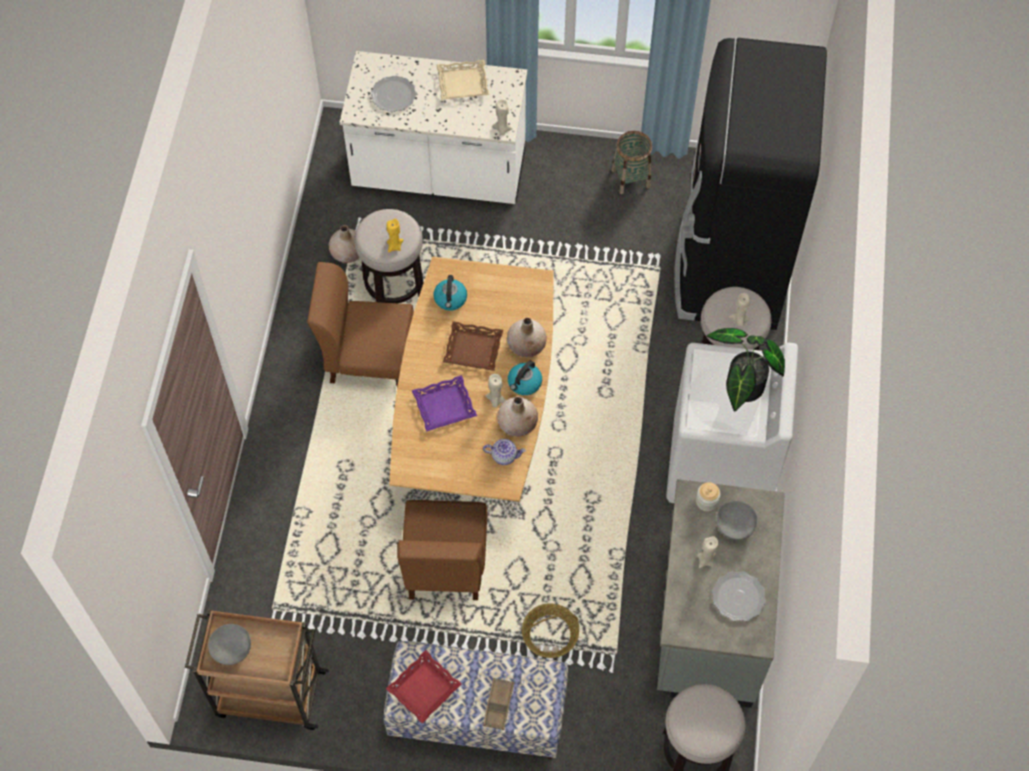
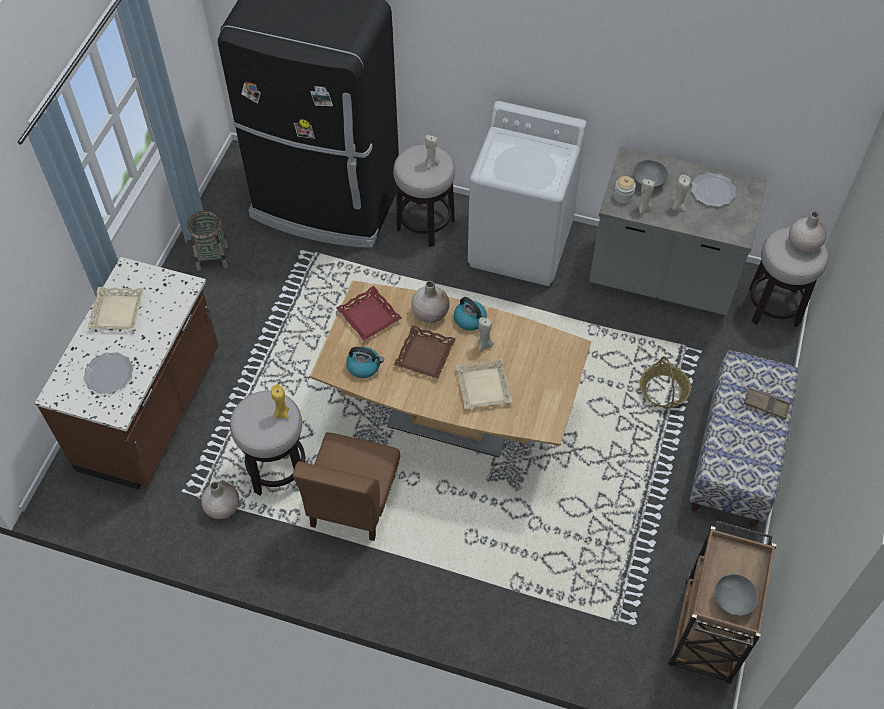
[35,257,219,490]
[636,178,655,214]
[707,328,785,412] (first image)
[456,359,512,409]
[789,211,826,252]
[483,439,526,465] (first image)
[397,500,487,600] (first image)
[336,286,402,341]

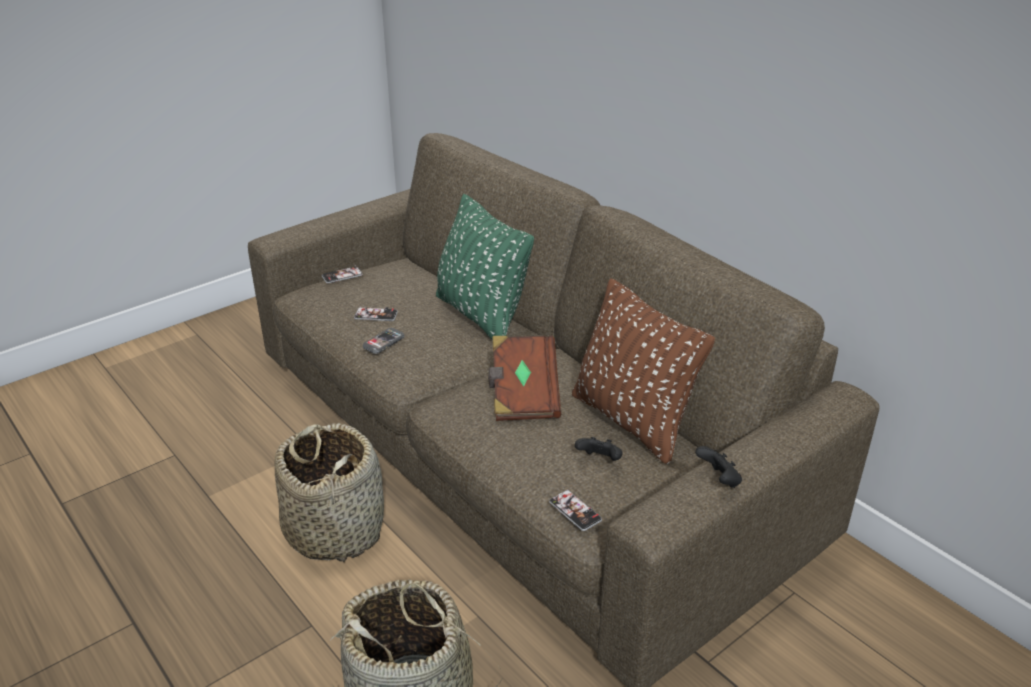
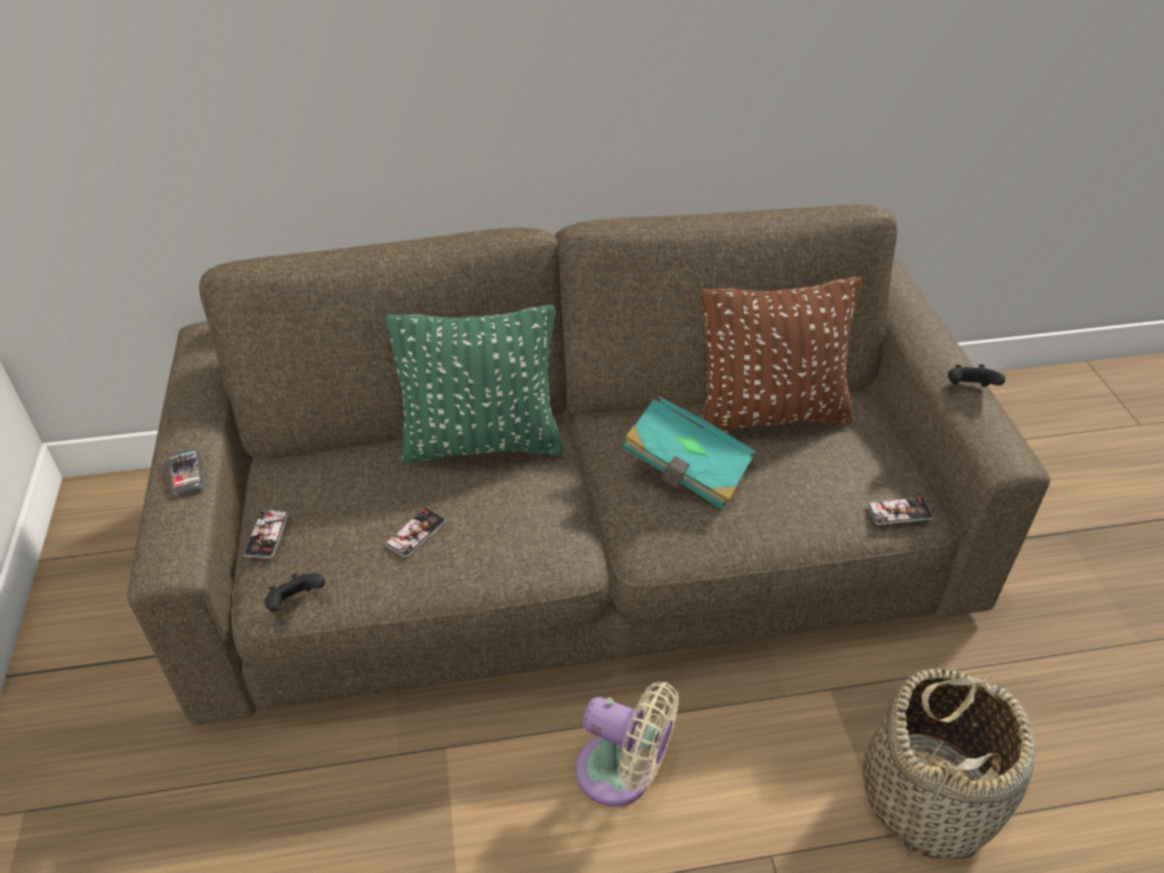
[167,447,205,496]
[621,392,756,510]
[576,681,679,806]
[265,573,325,612]

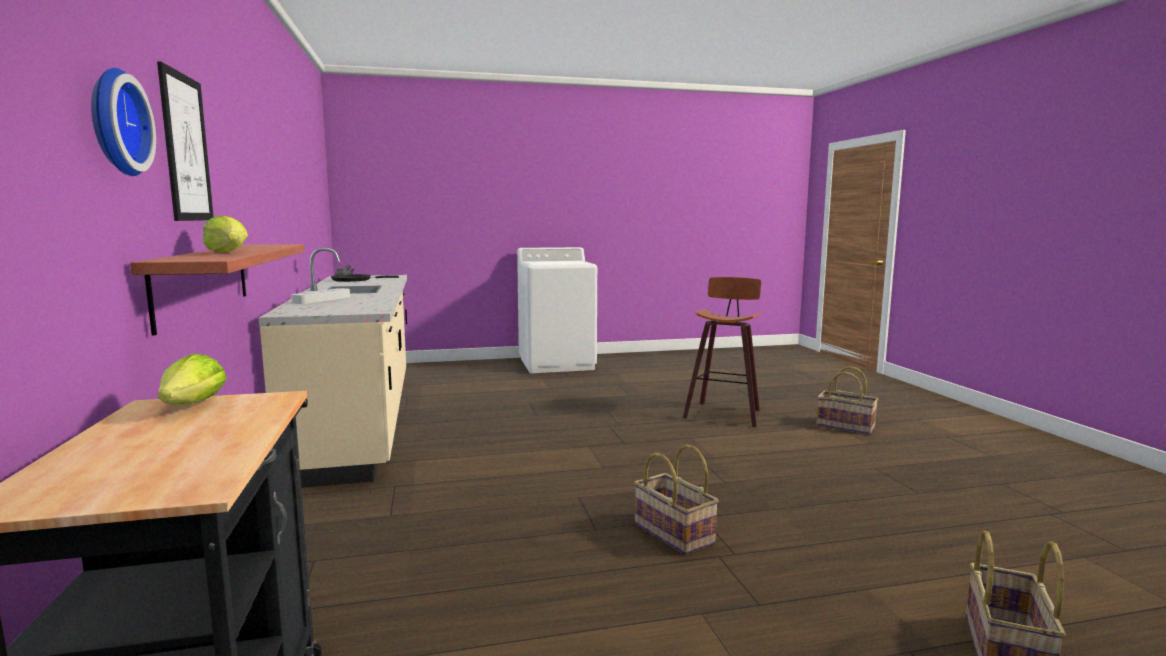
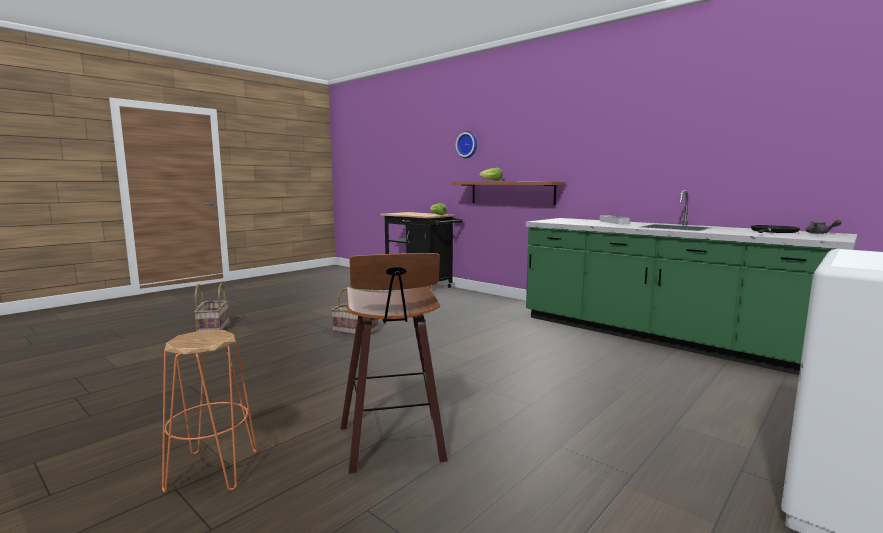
[157,61,214,221] (first image)
[525,190,857,375]
[162,330,257,492]

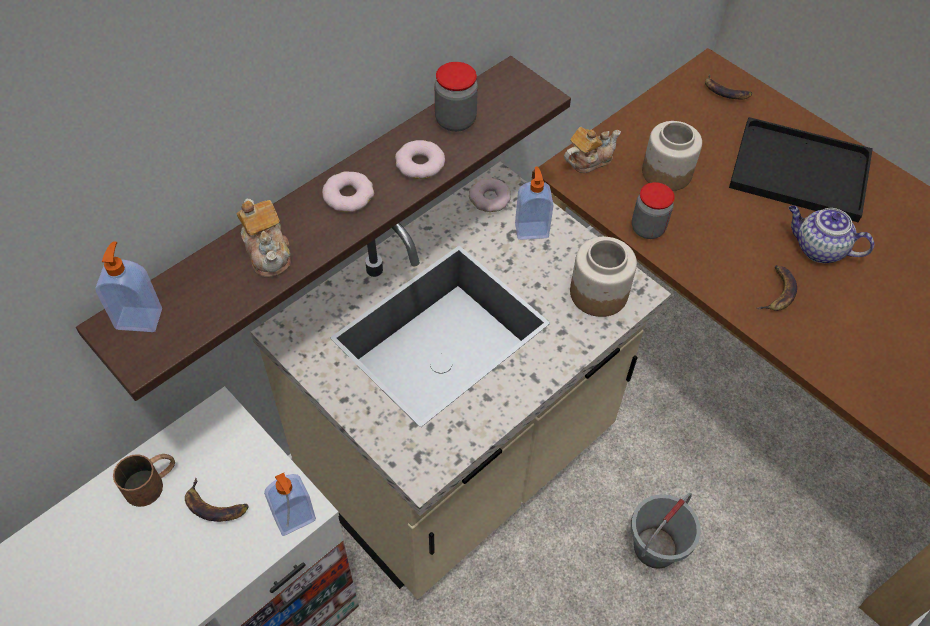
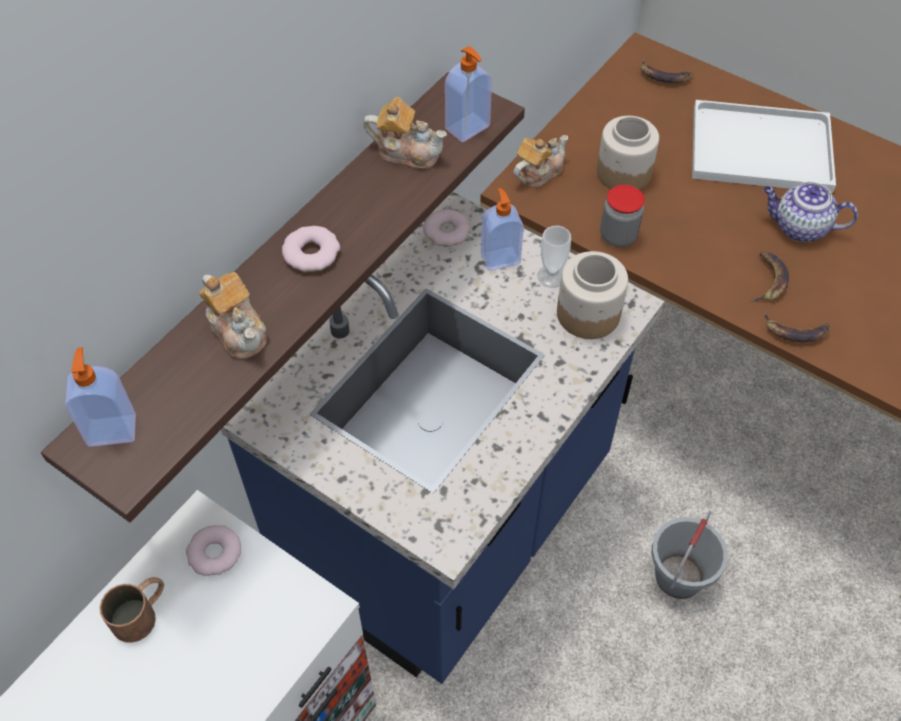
[363,97,447,169]
[692,100,836,193]
[186,525,241,576]
[221,192,664,684]
[445,46,492,142]
[764,312,830,342]
[537,226,571,288]

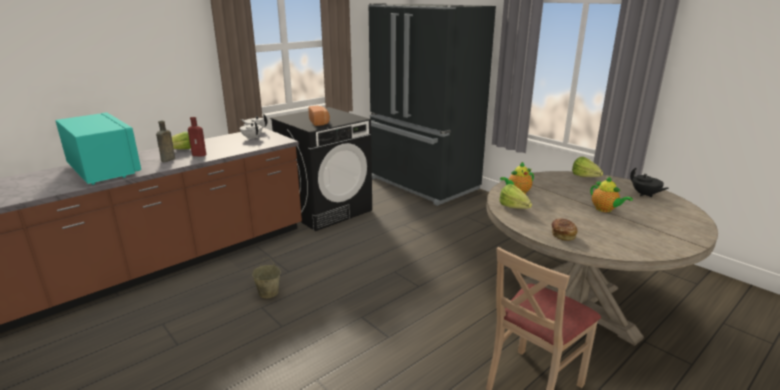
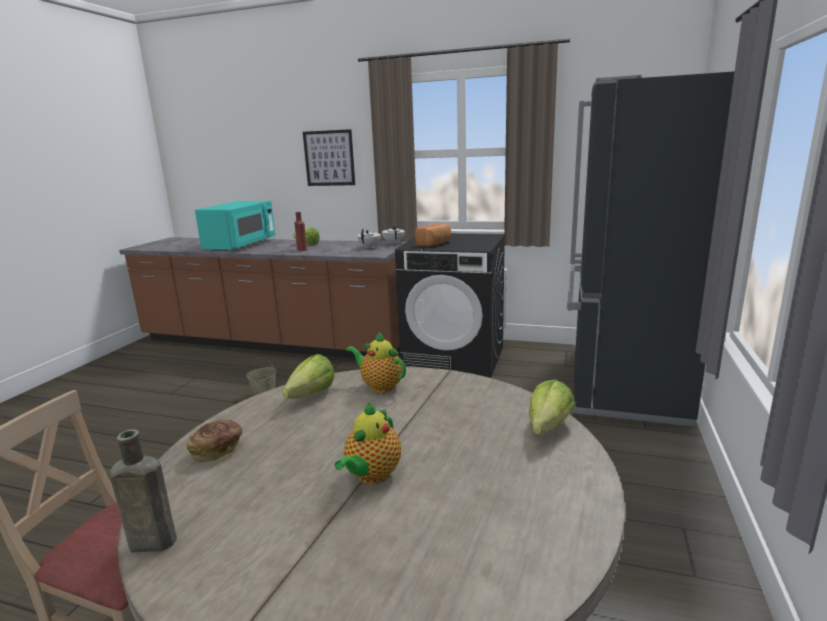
[109,429,177,552]
[630,168,669,197] (first image)
[303,129,355,186]

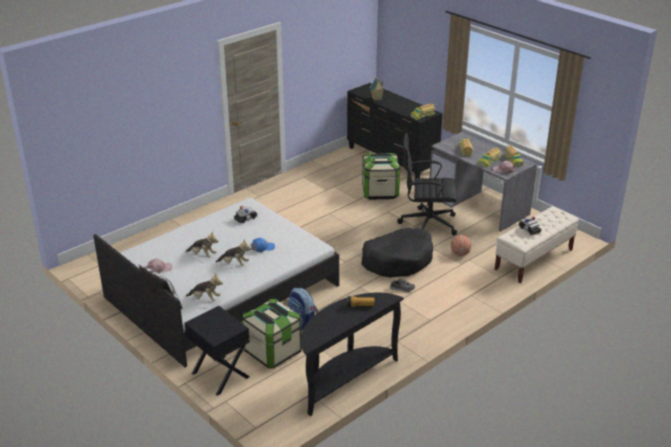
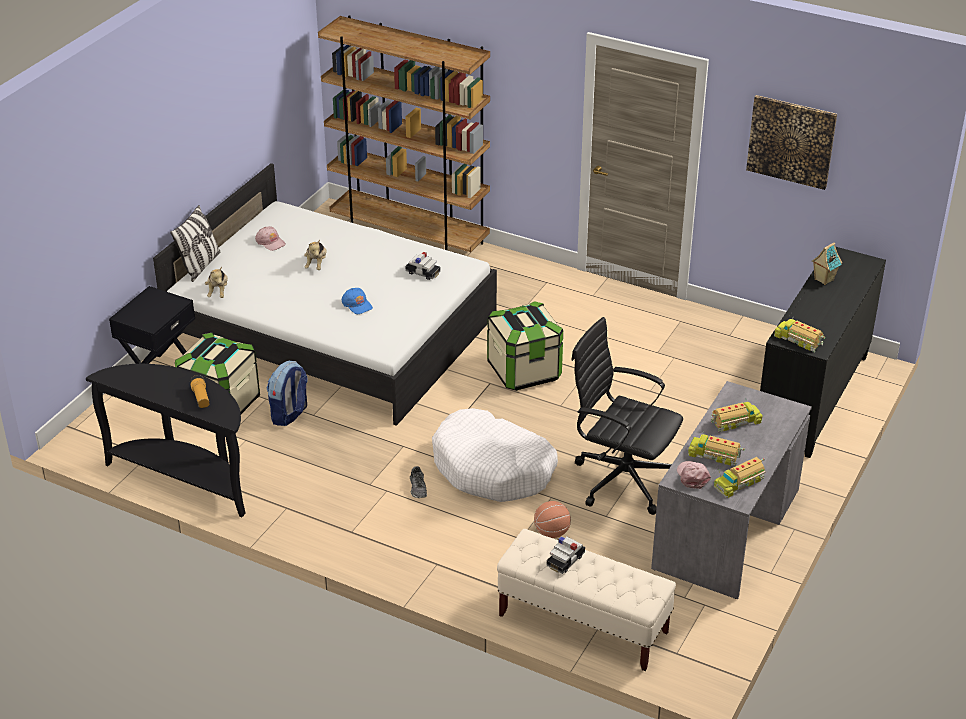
[571,317,683,515]
[487,301,563,391]
[432,408,558,502]
[216,239,251,266] (first image)
[318,15,490,252]
[746,95,837,190]

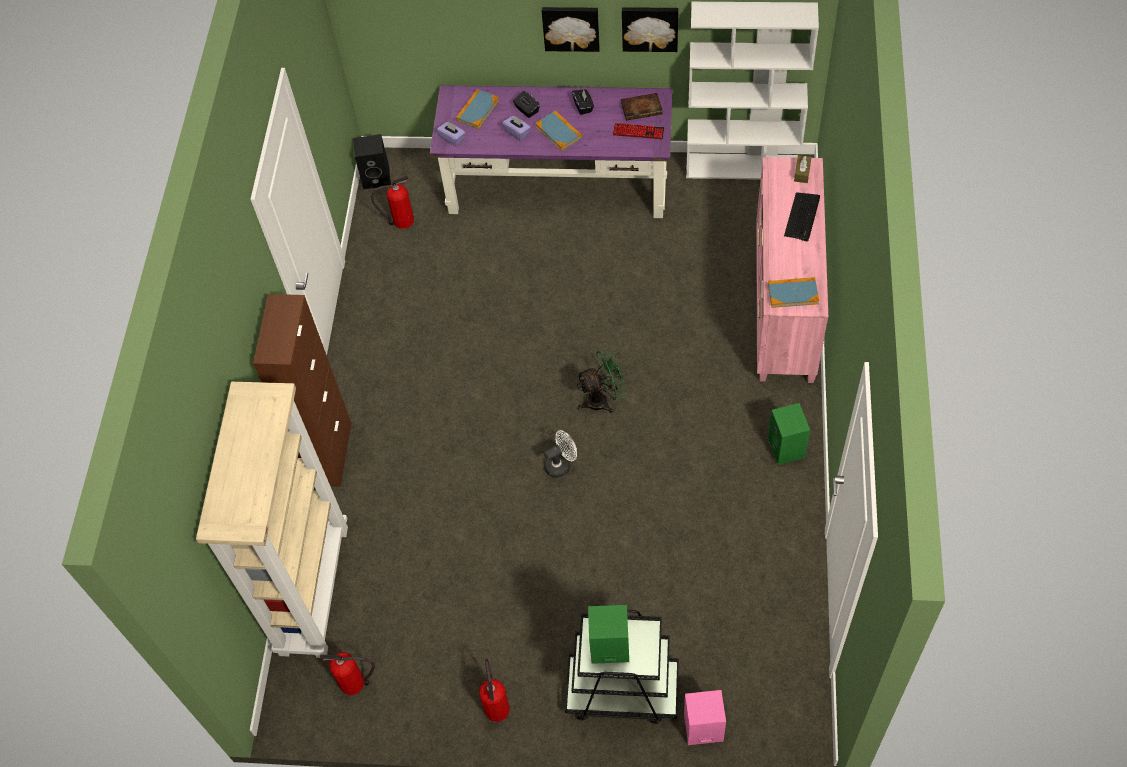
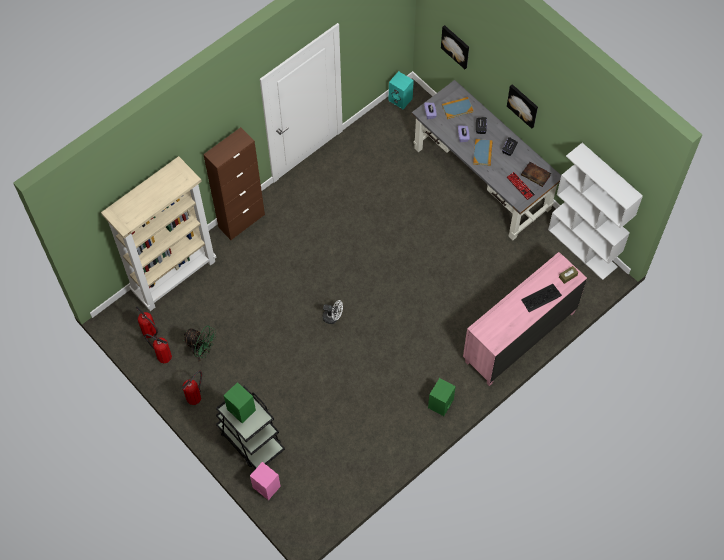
[441,25,469,69]
[412,80,561,240]
[389,71,414,109]
[144,334,172,363]
[768,277,819,308] (first image)
[183,325,216,361]

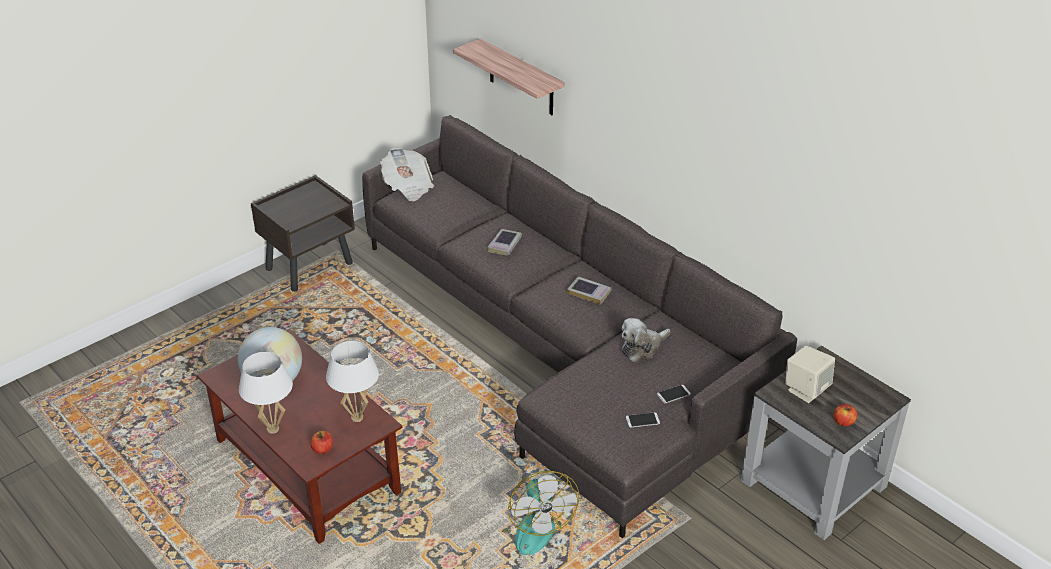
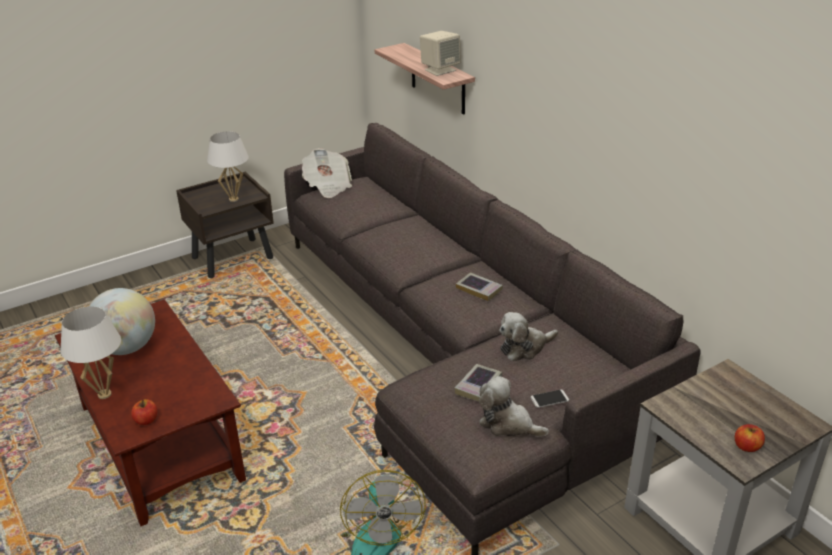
[455,364,502,401]
[207,132,249,202]
[420,31,461,76]
[479,376,549,437]

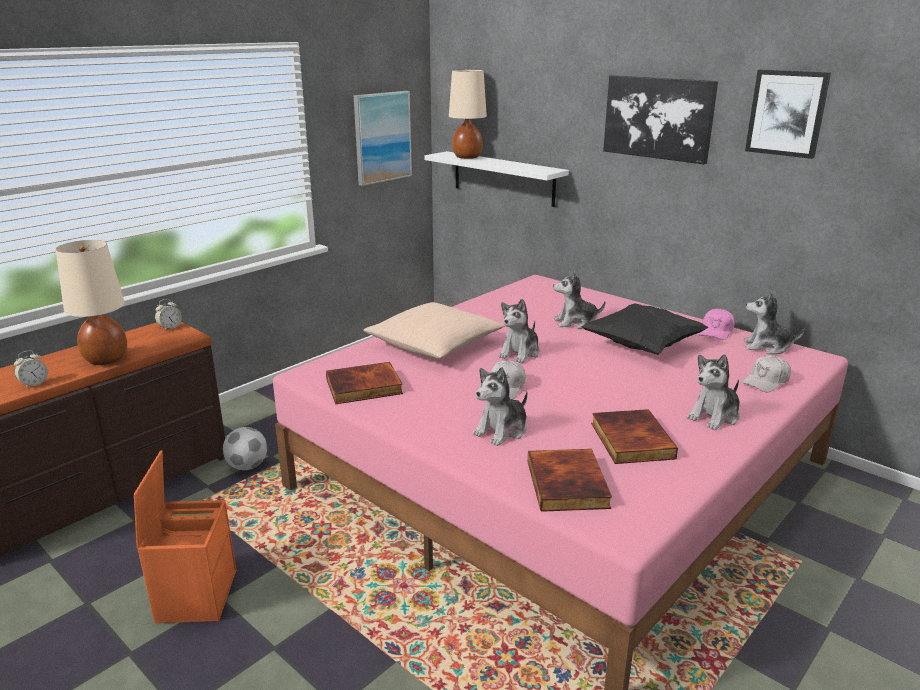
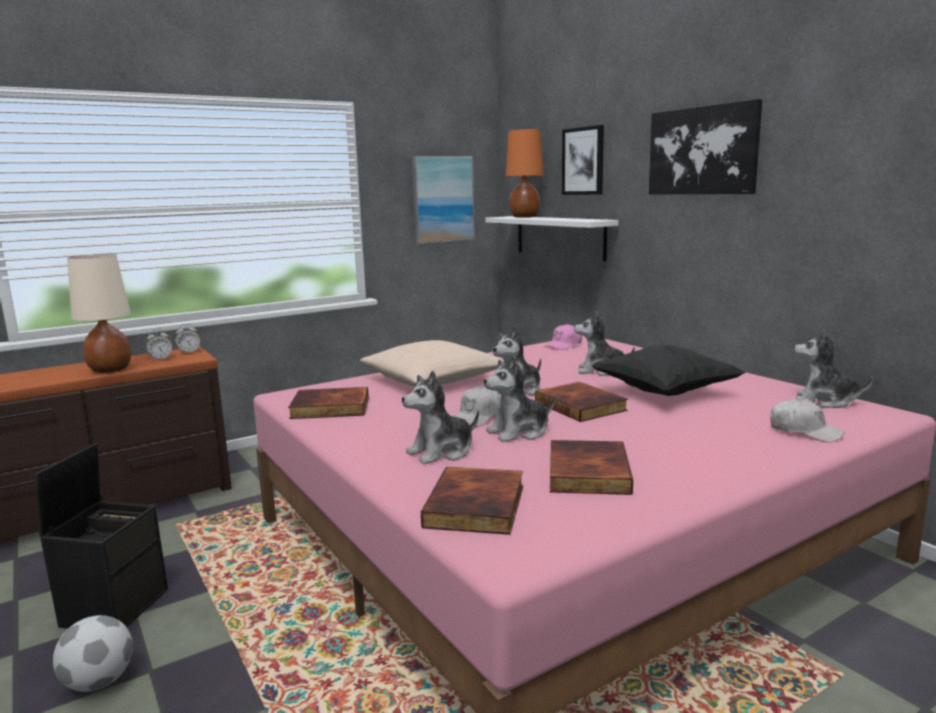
[506,129,544,218]
[562,125,604,195]
[544,324,582,350]
[146,329,172,361]
[484,355,555,442]
[770,398,845,442]
[53,615,133,692]
[35,443,168,629]
[535,382,628,422]

